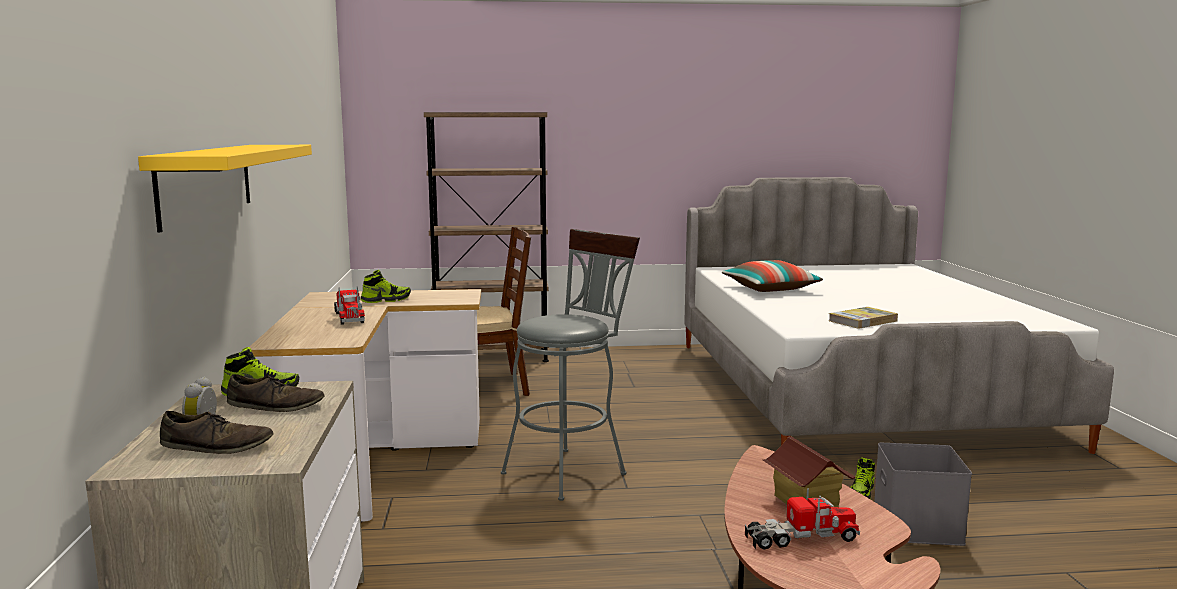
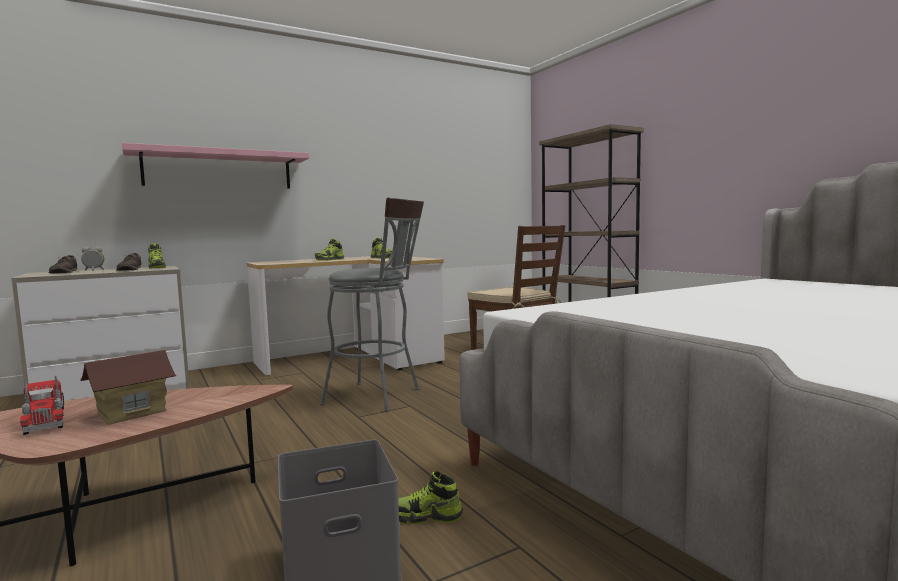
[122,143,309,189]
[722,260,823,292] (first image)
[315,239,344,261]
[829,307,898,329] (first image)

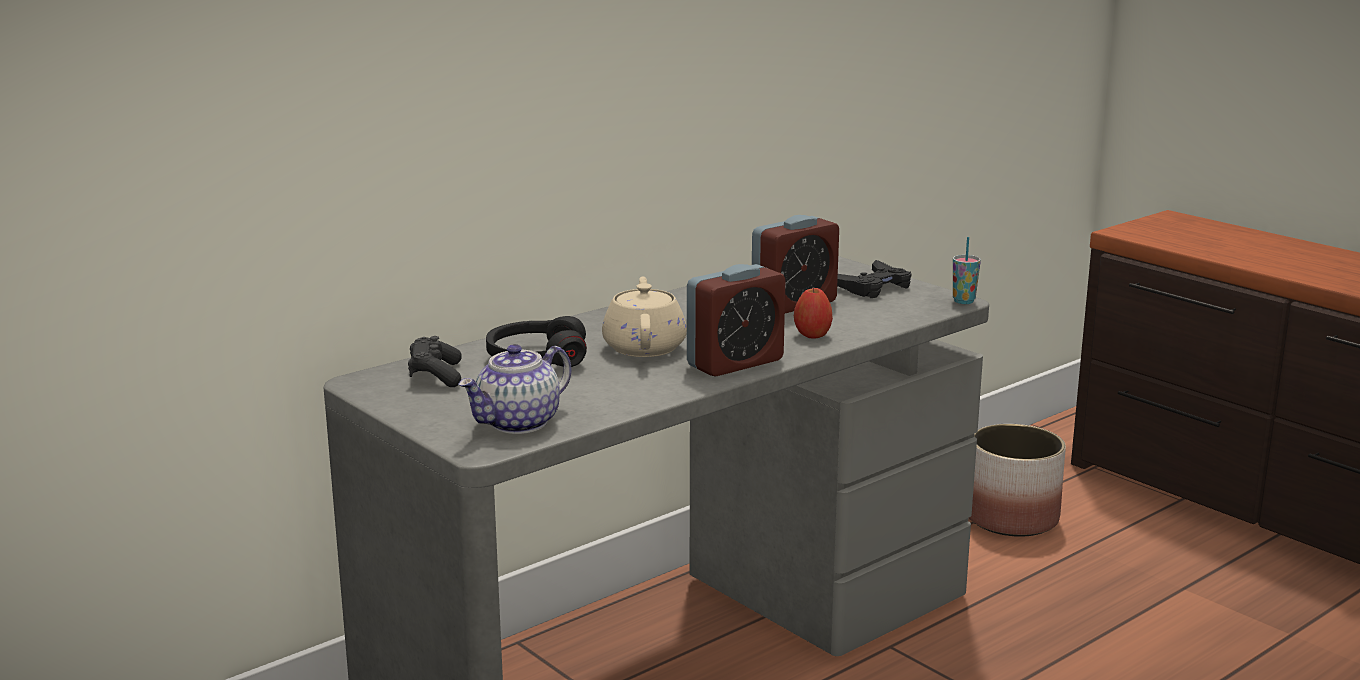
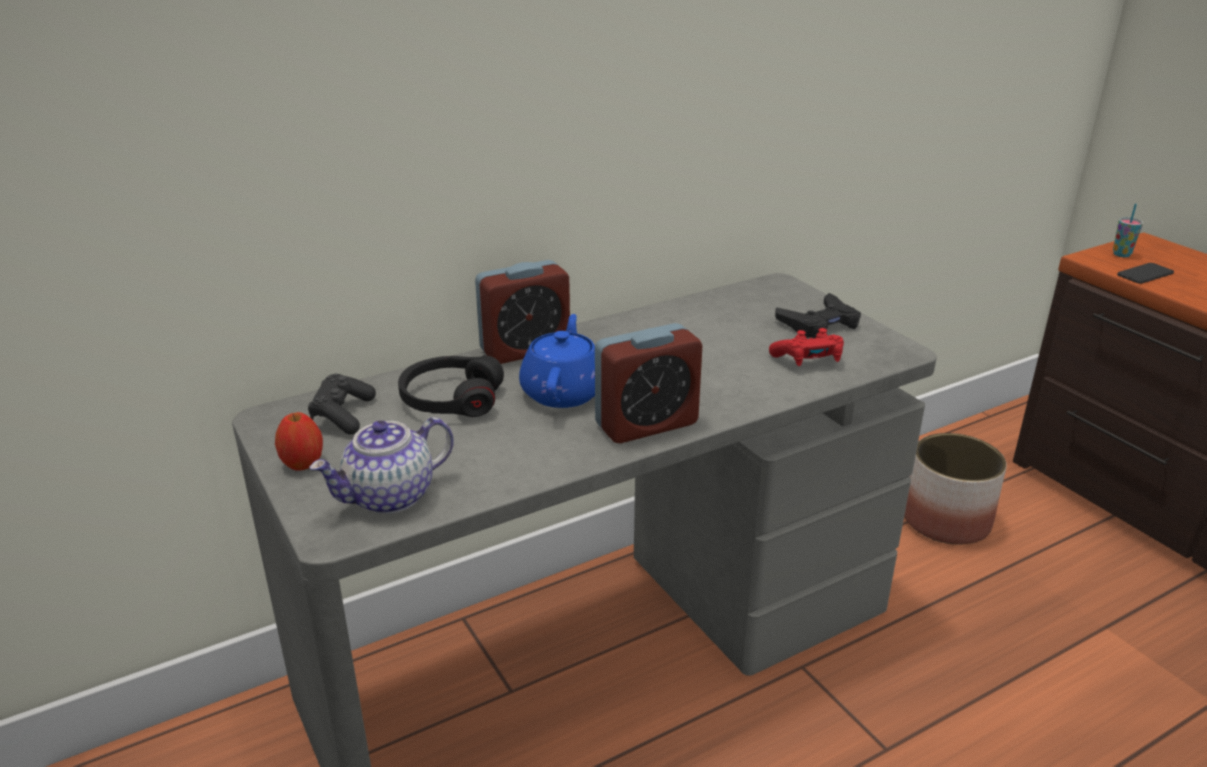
[475,260,570,364]
[1113,204,1143,257]
[519,314,595,408]
[275,412,323,470]
[1117,263,1174,284]
[769,328,844,366]

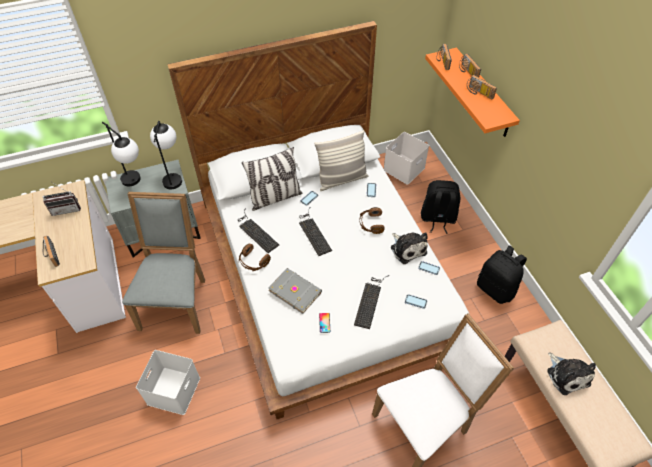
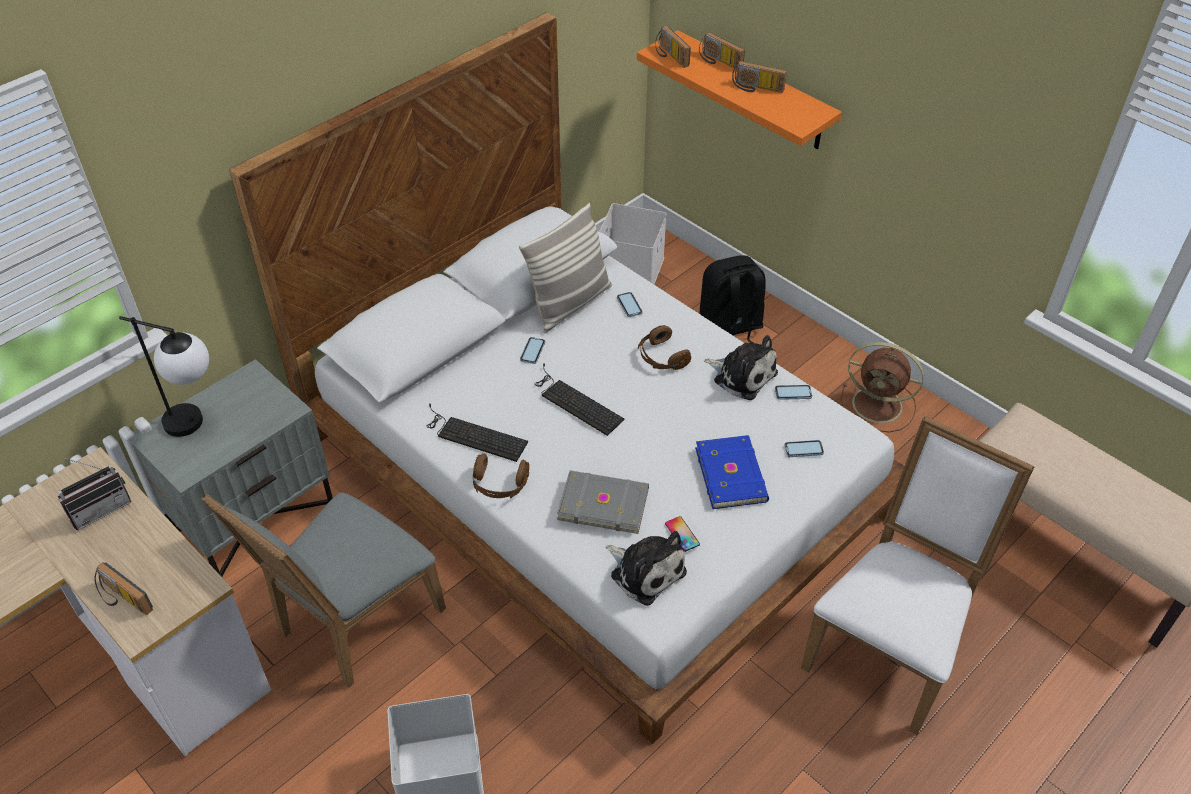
[150,121,182,189] (first image)
[242,147,303,211] (first image)
[201,492,446,688]
[841,342,924,432]
[695,435,769,509]
[606,531,687,606]

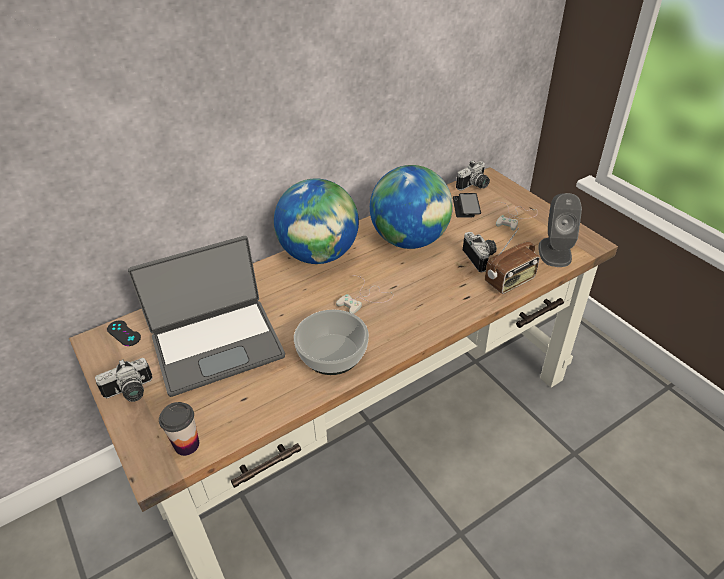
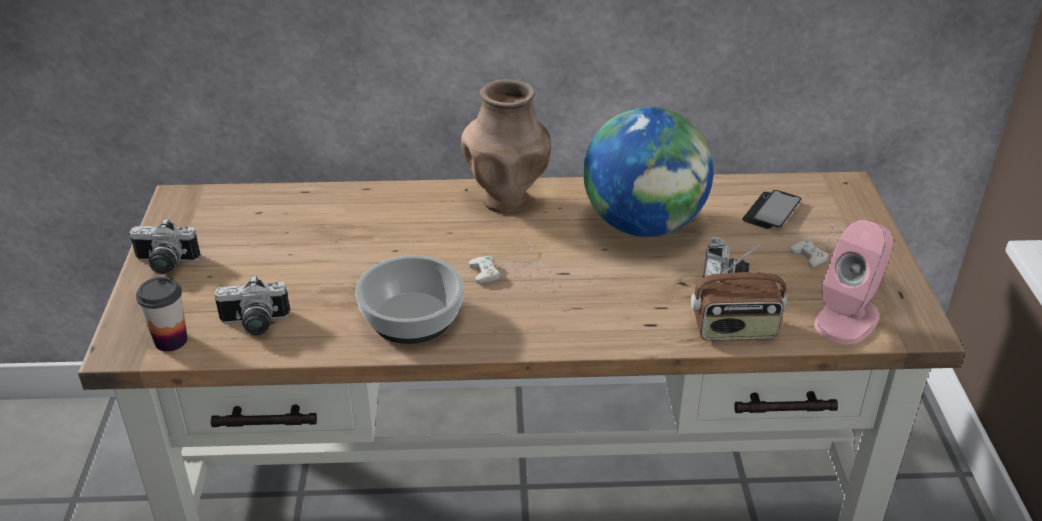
[215,275,290,336]
[461,79,551,213]
[814,220,893,345]
[128,236,285,397] (first image)
[107,320,141,346] (first image)

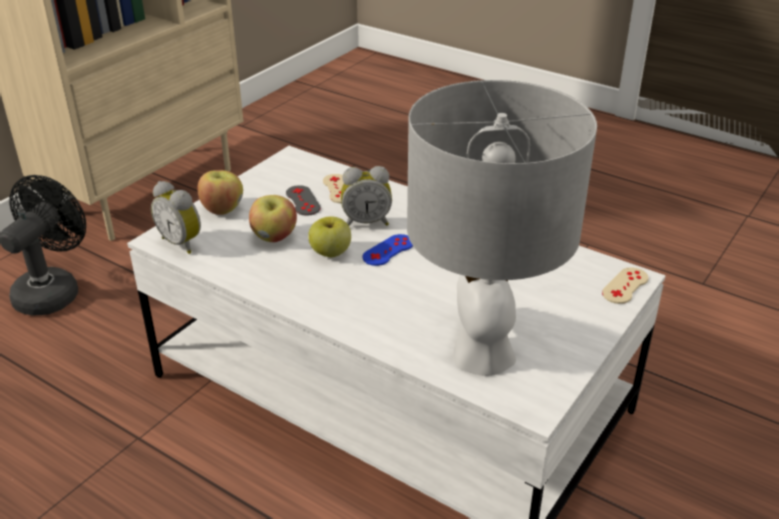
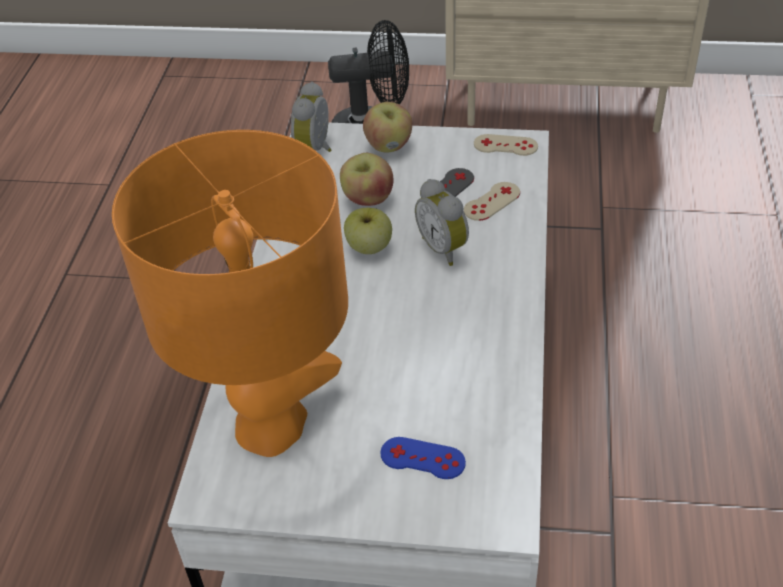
[112,130,348,457]
[380,437,466,479]
[474,134,538,156]

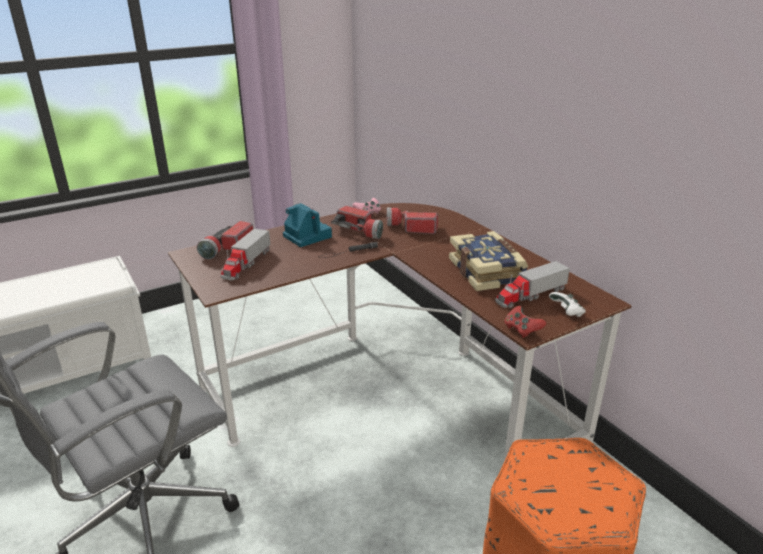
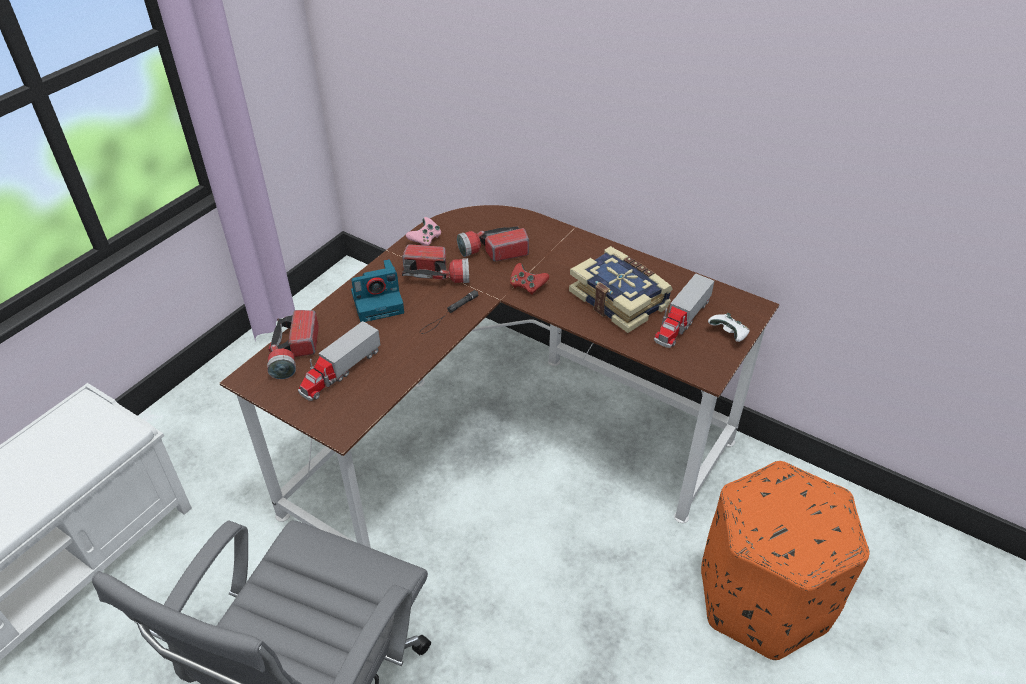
[351,259,404,322]
[298,321,381,401]
[510,263,549,295]

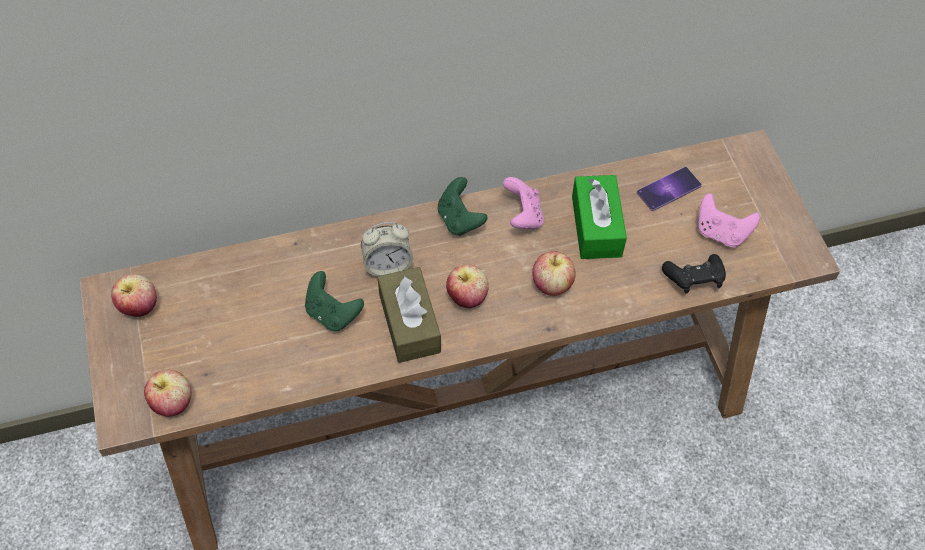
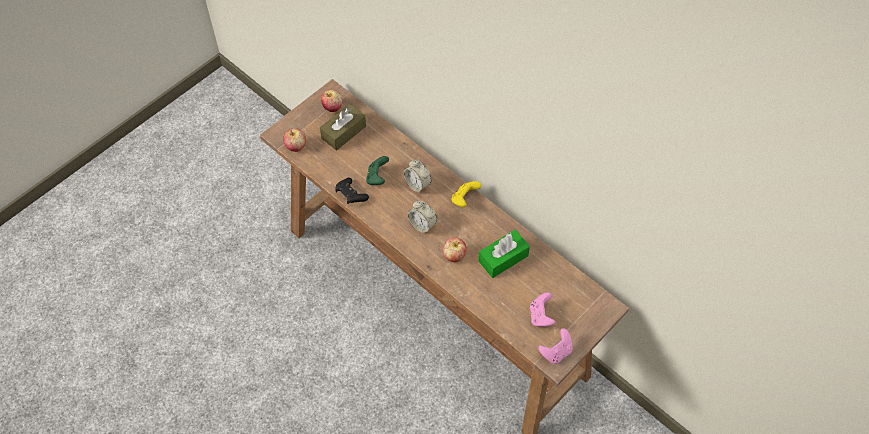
[637,167,702,211] (first image)
[451,181,482,207]
[538,328,573,364]
[335,178,369,204]
[408,201,437,233]
[320,104,366,150]

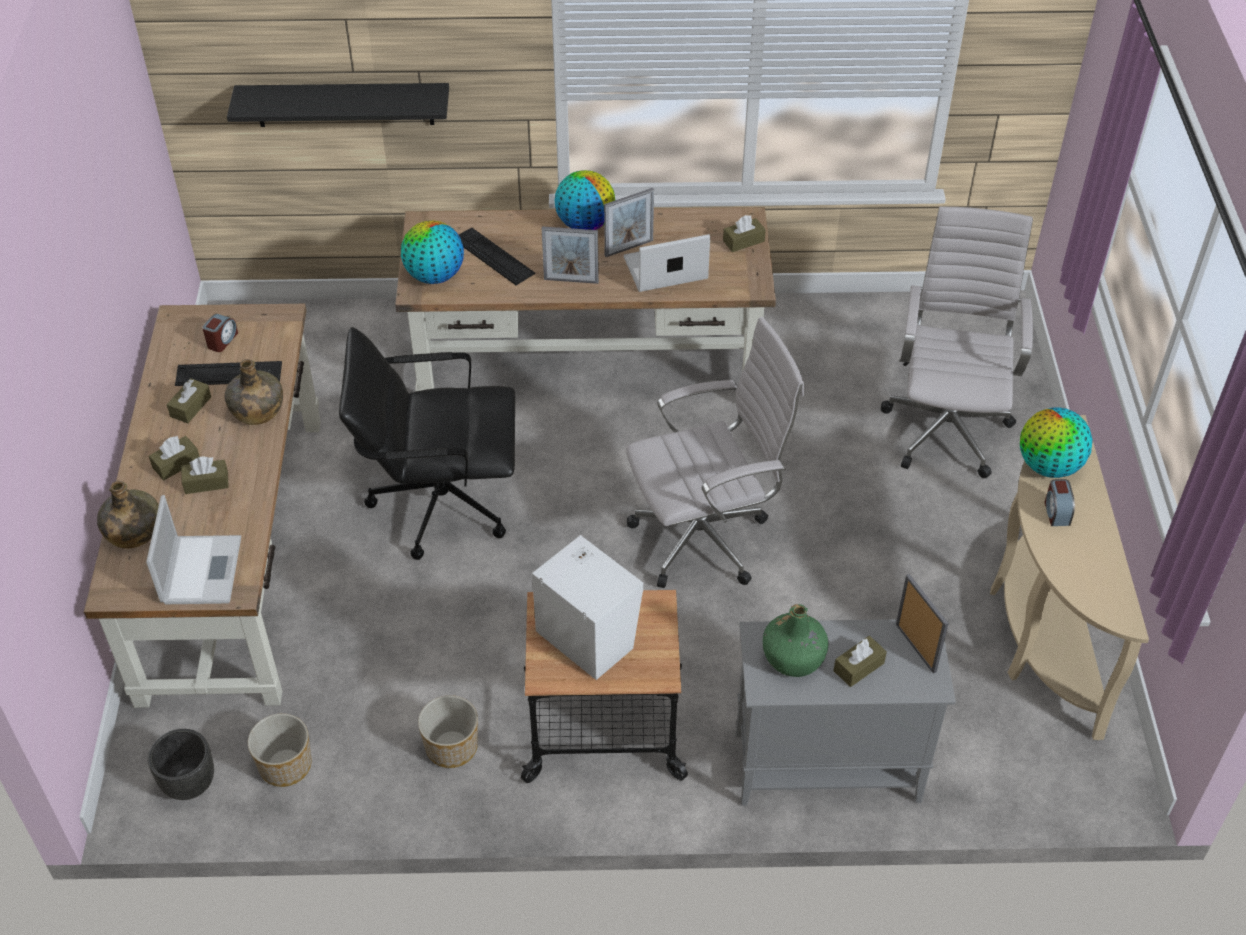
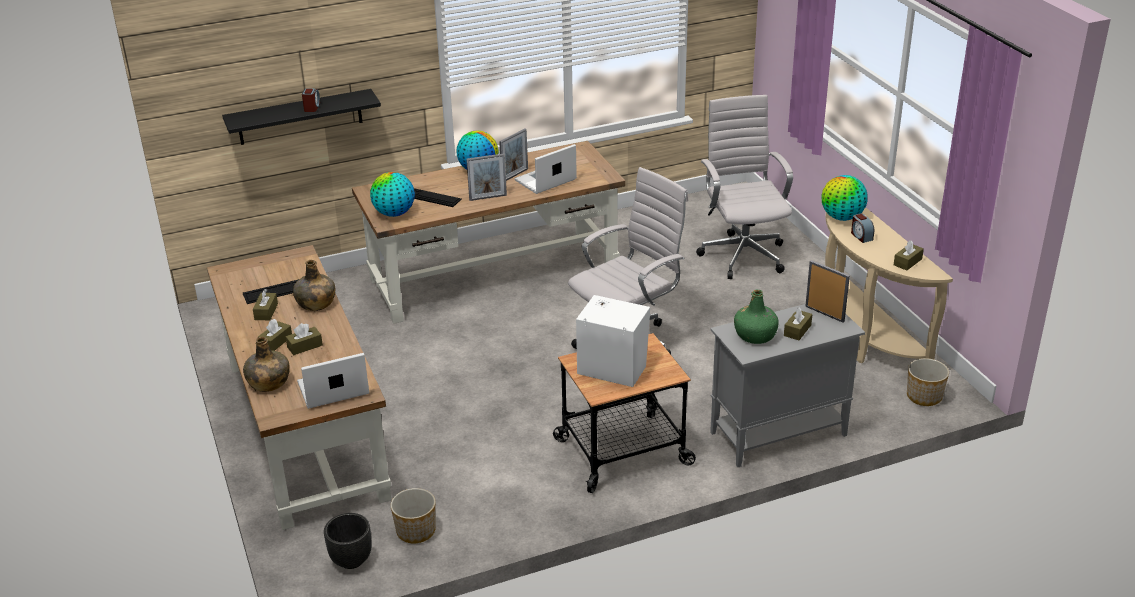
[894,240,924,271]
[302,89,320,112]
[339,327,515,560] (first image)
[297,353,369,409]
[907,358,949,406]

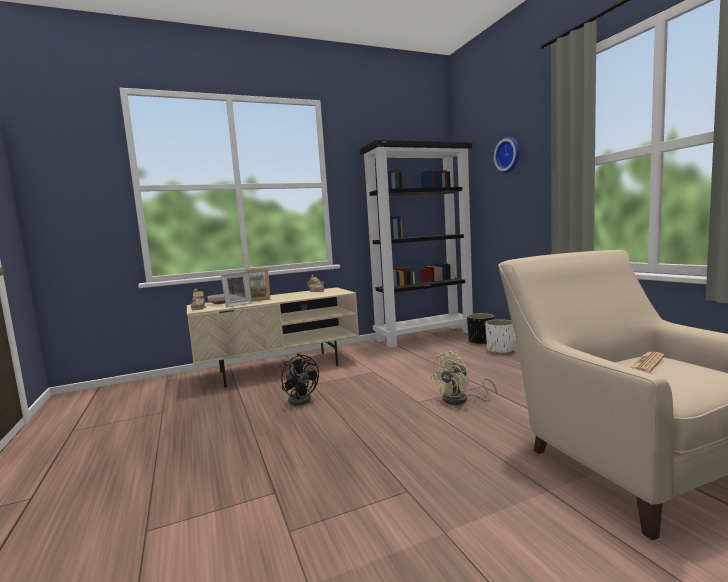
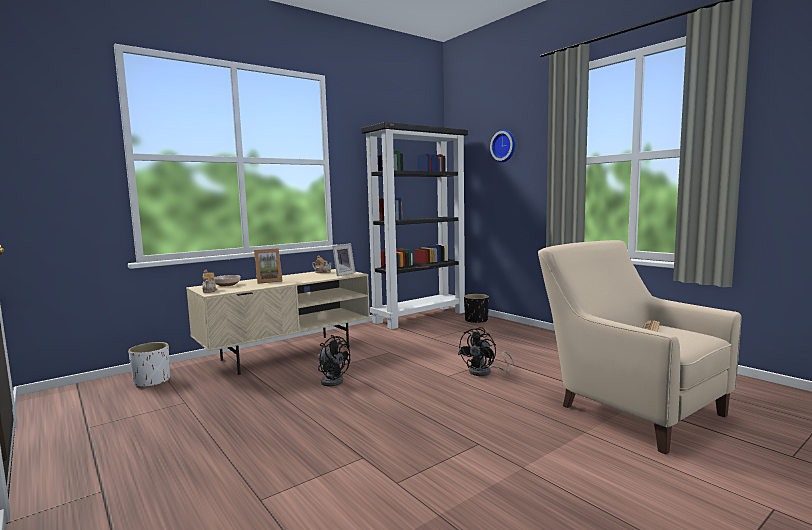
[332,243,355,276]
[128,342,170,388]
[458,327,514,376]

